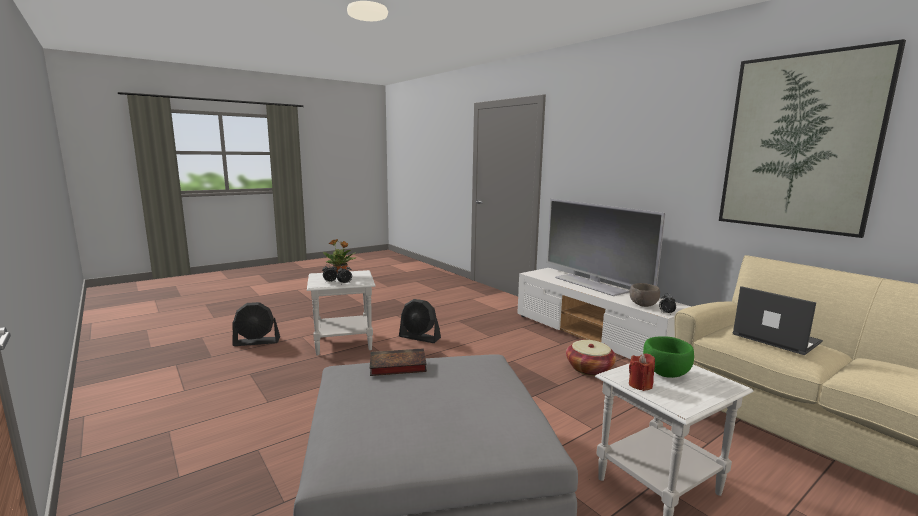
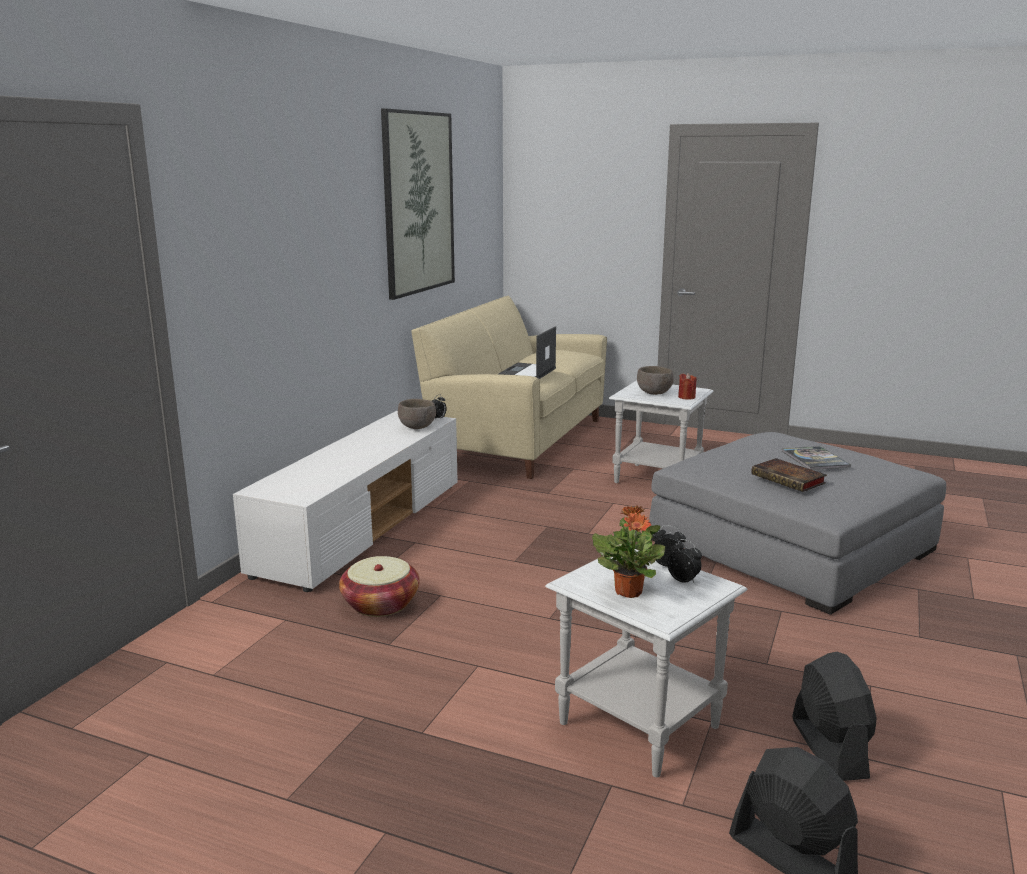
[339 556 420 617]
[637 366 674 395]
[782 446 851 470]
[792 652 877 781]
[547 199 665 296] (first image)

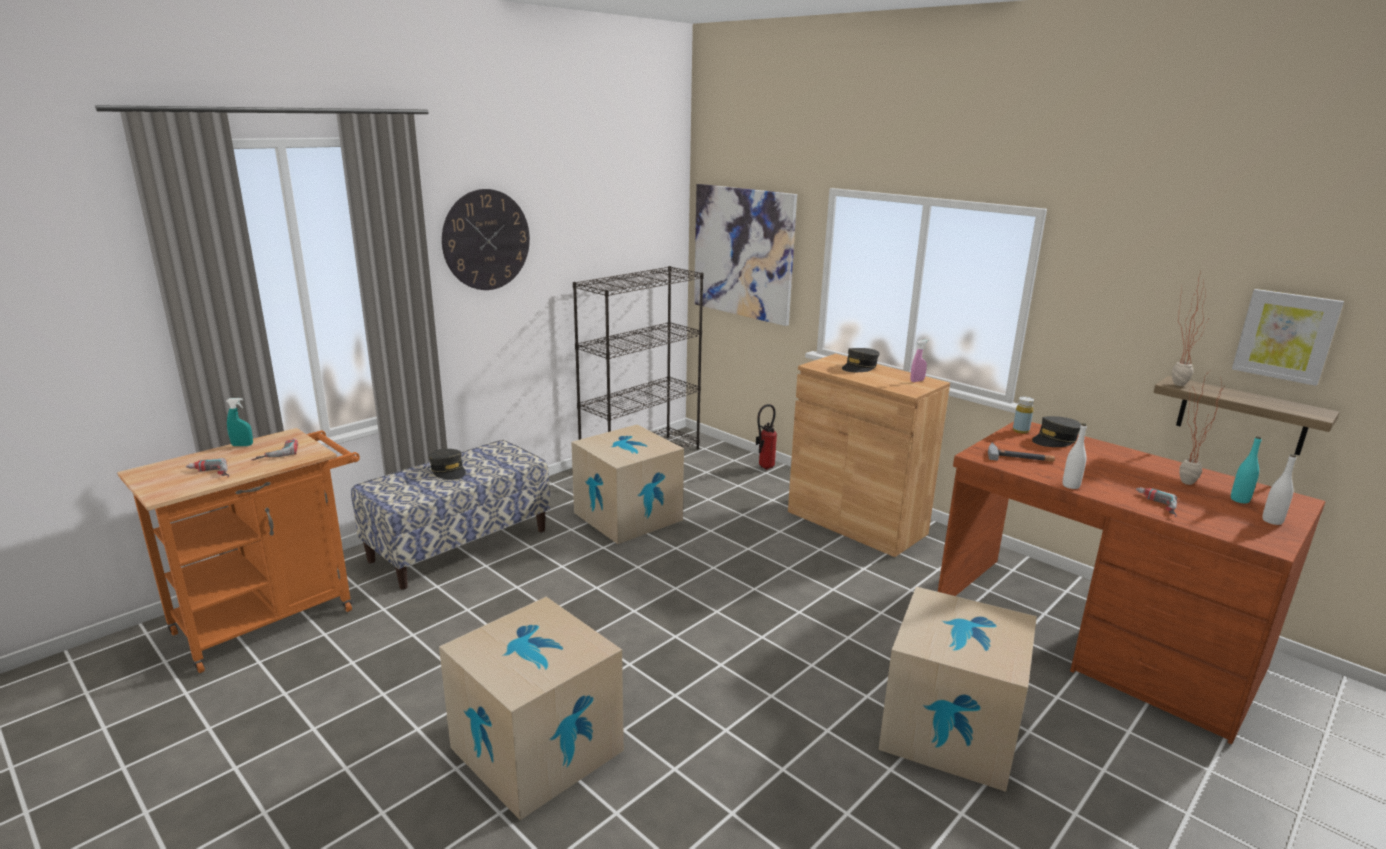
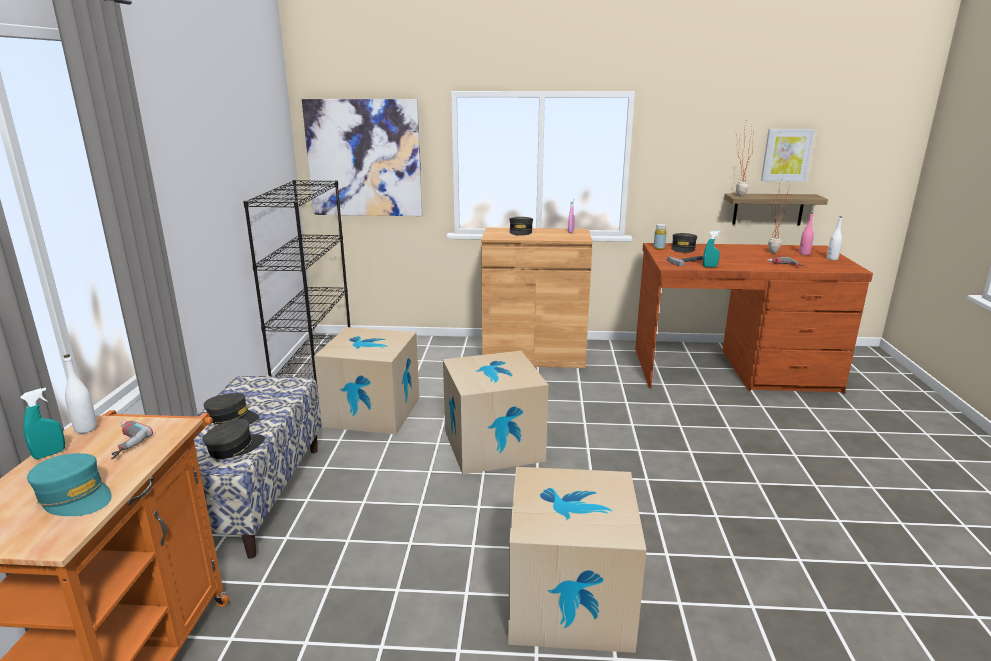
[27 453 112 516]
[63 354 97 434]
[203 419 265 459]
[443 351 548 475]
[703 231 721 267]
[799 213 814 255]
[442 189 530 290] (first image)
[756 404 777 470] (first image)

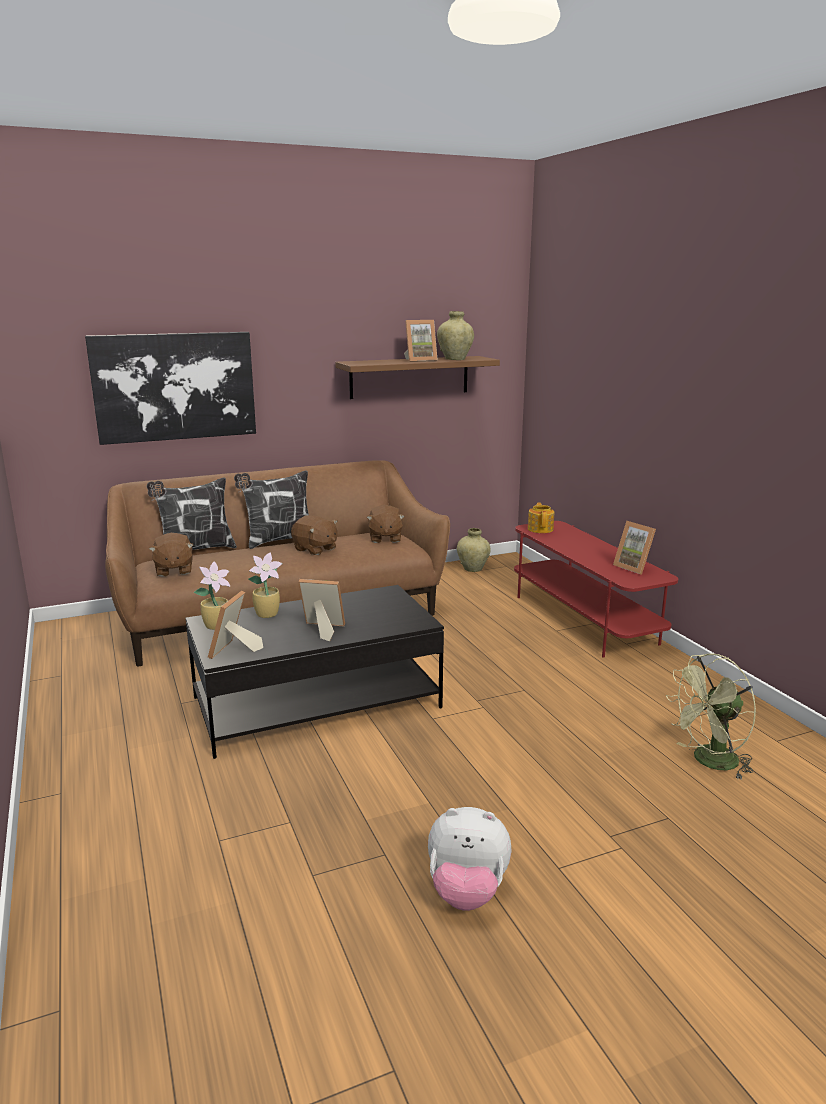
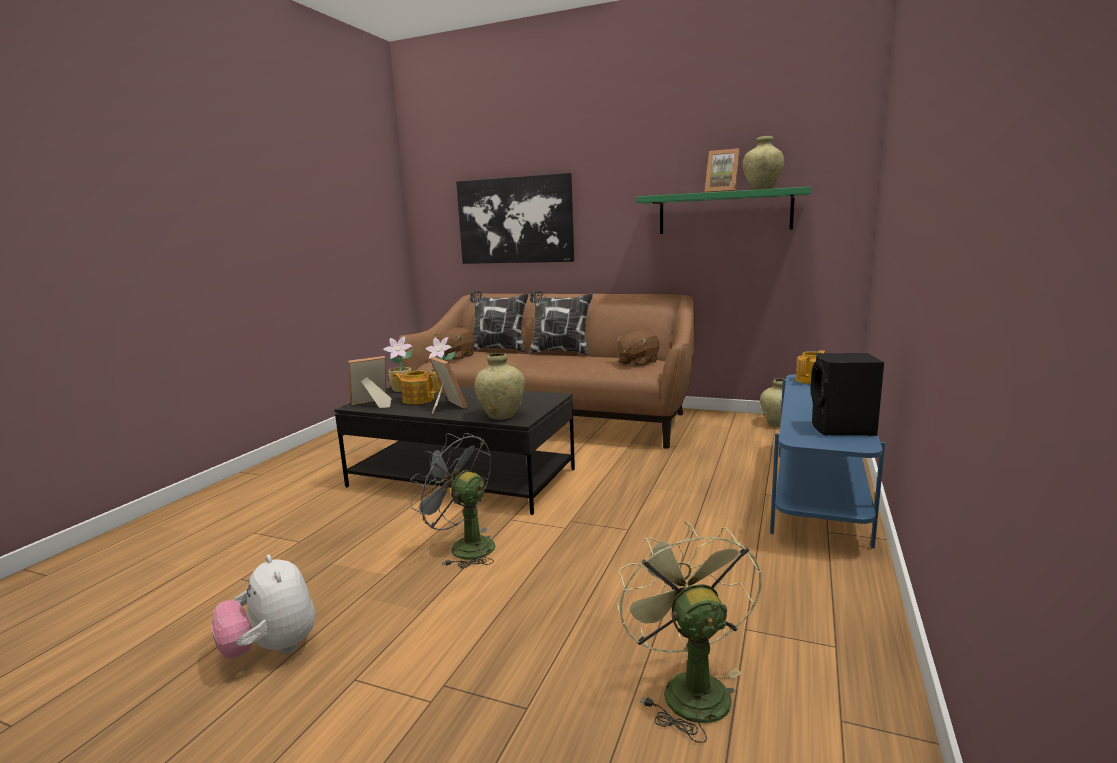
[393 371 440 404]
[410 433 495 569]
[474 353 525 420]
[617 522 762 743]
[636 187 811 234]
[770 374 885 548]
[811 353 884 436]
[291 515 338 555] (first image)

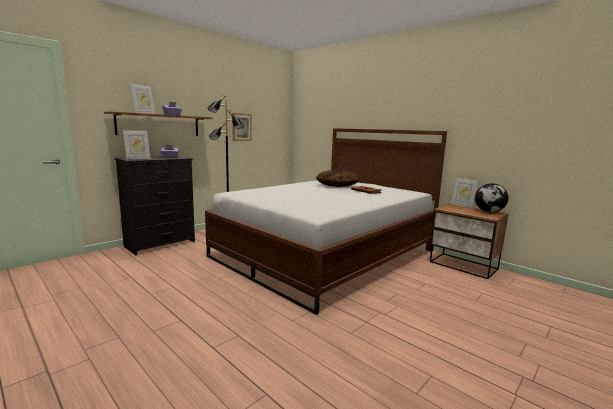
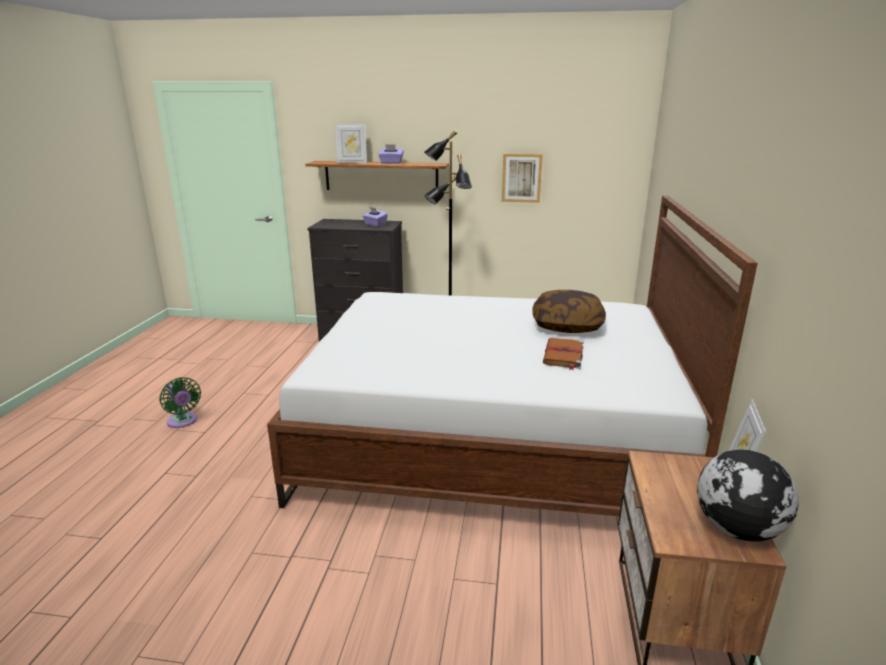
[159 377 201 428]
[123 130 150 159] (first image)

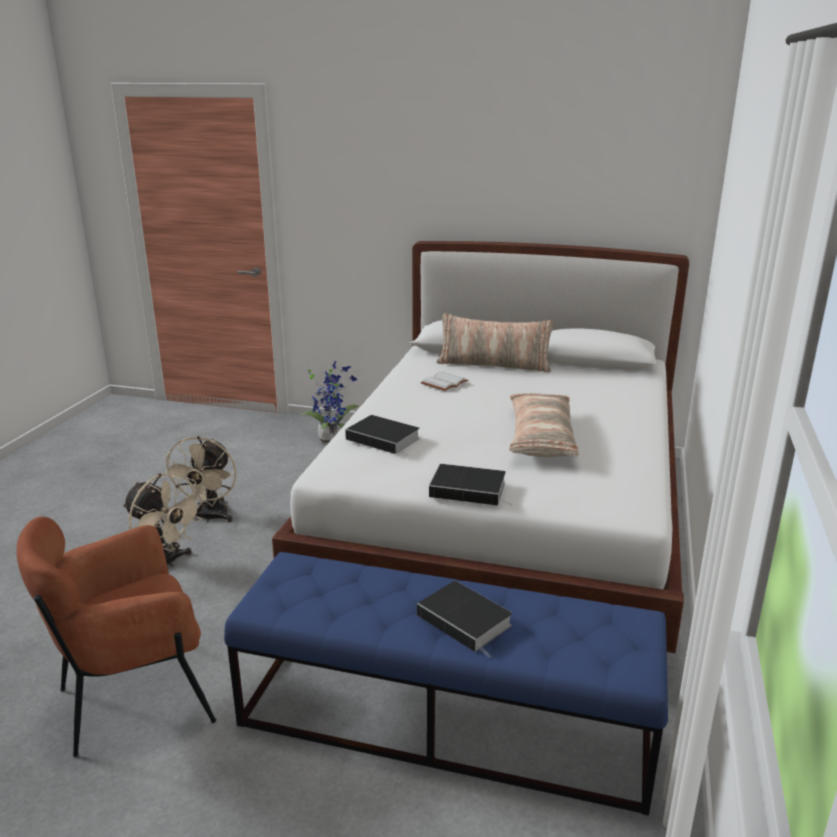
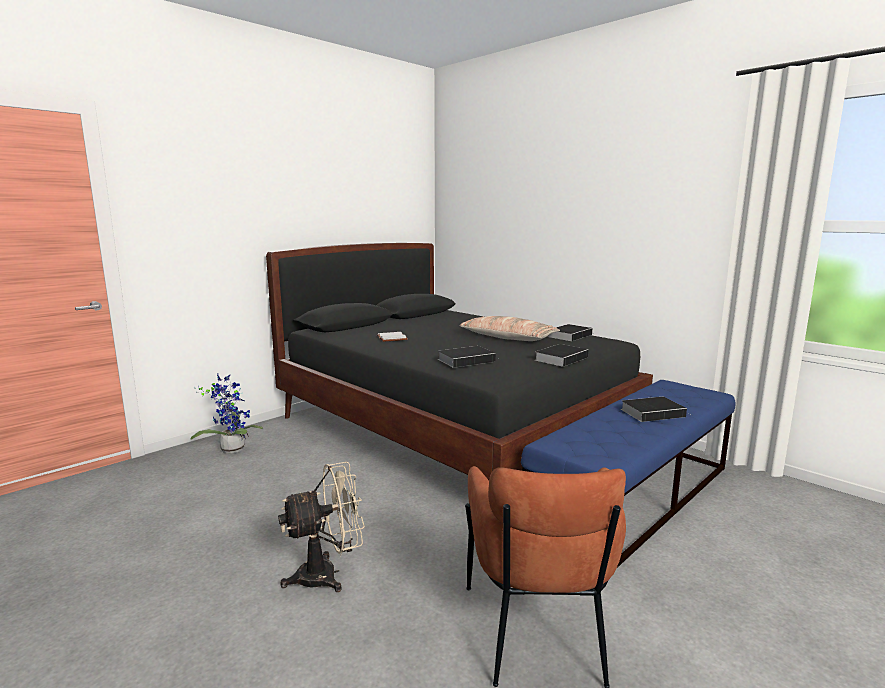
[266 243 653 480]
[548 324 592 341]
[162 436 237 523] (first image)
[436 313 554 372] (first image)

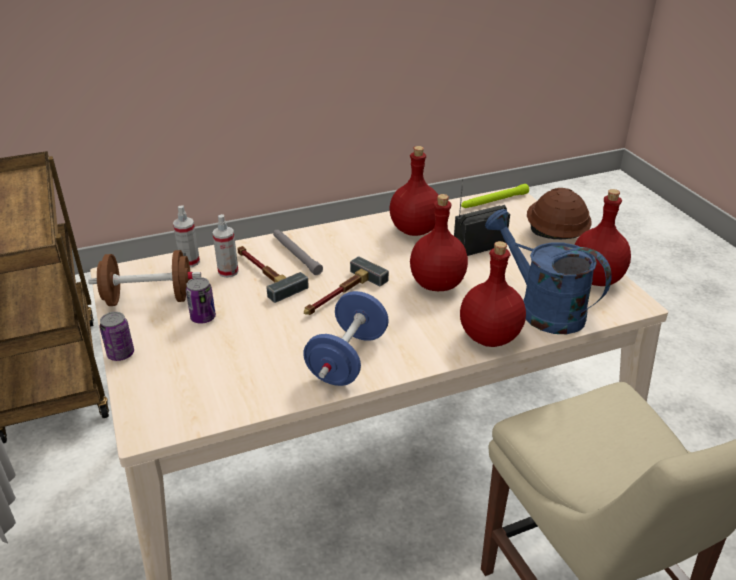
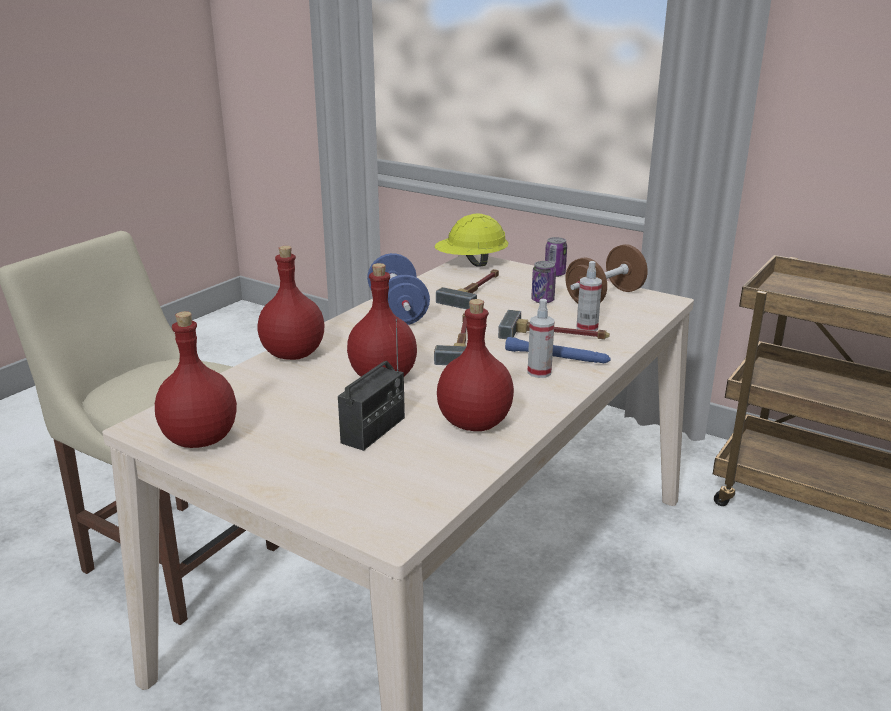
[434 213 508 267]
[436 269 499 309]
[505 337 611 363]
[527 299 555 378]
[461 184 529 208] (first image)
[485 209 612 334] (first image)
[527 188 592 239] (first image)

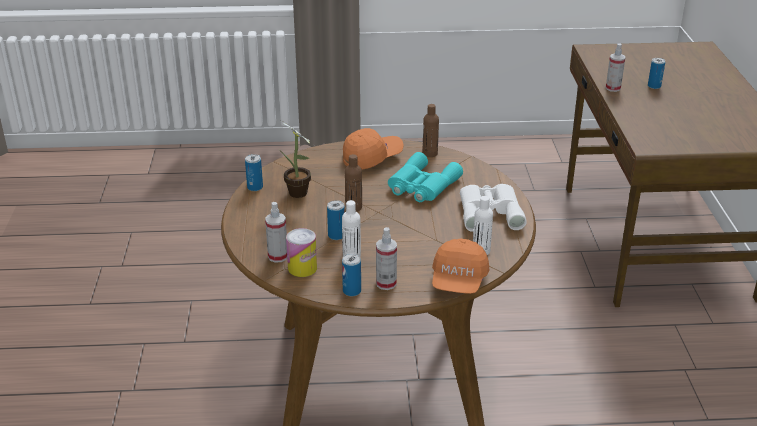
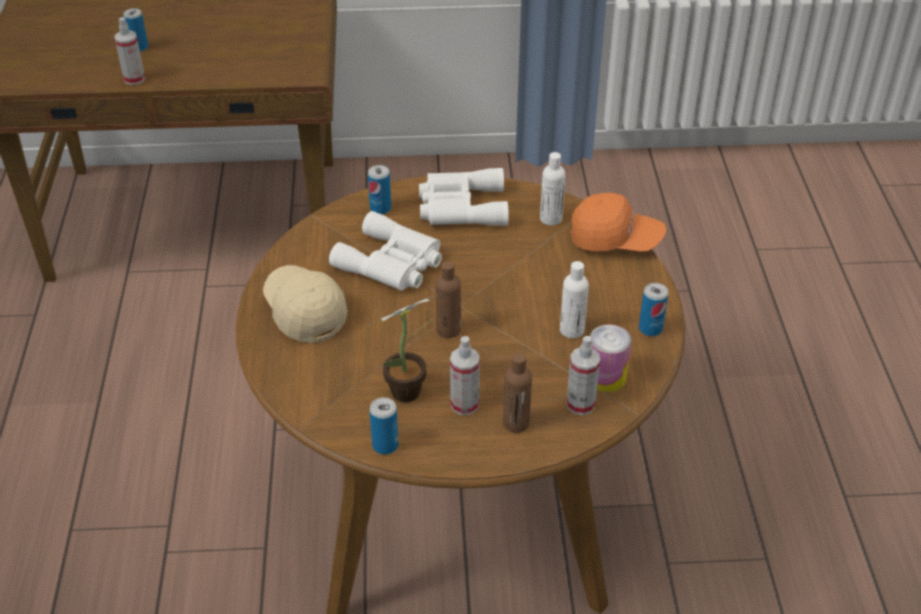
[263 265 348 344]
[329 211 442 291]
[368 165 391 214]
[450 336 480 415]
[503 353 532 433]

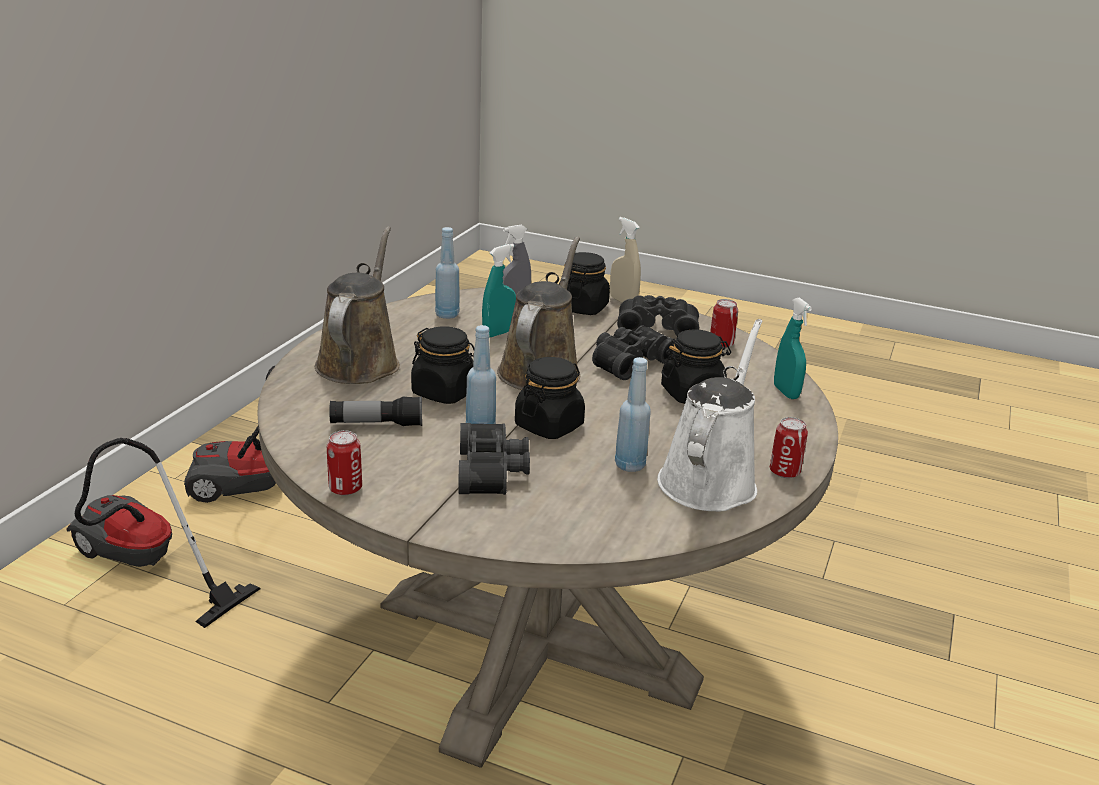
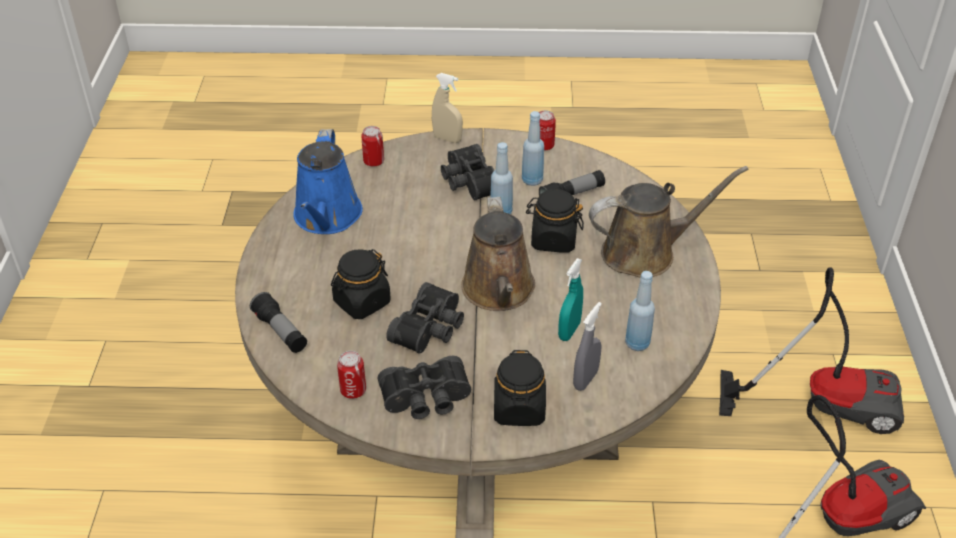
[250 292 307 353]
[293 129 363 234]
[361 126 384 167]
[432 73 463 143]
[522 111 544 186]
[589 166 749 277]
[515 357 585 439] (first image)

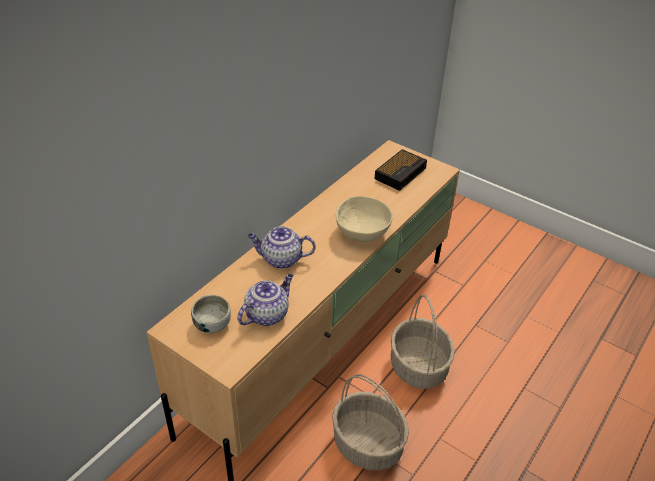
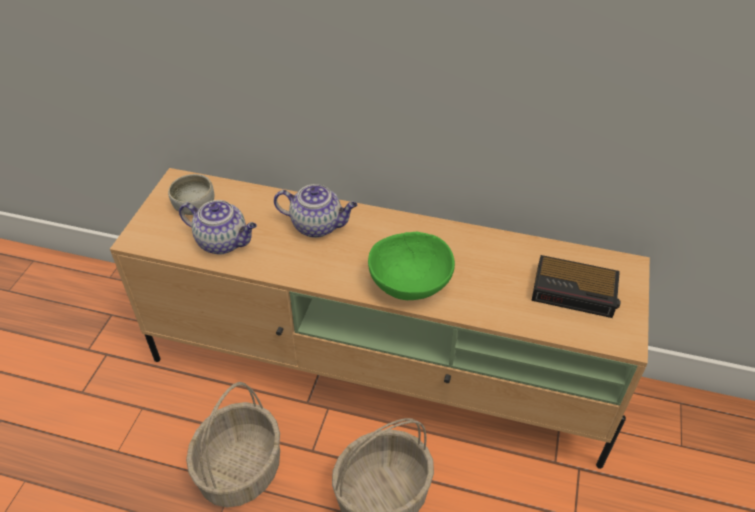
[274 184 357 238]
[368 232 455 300]

